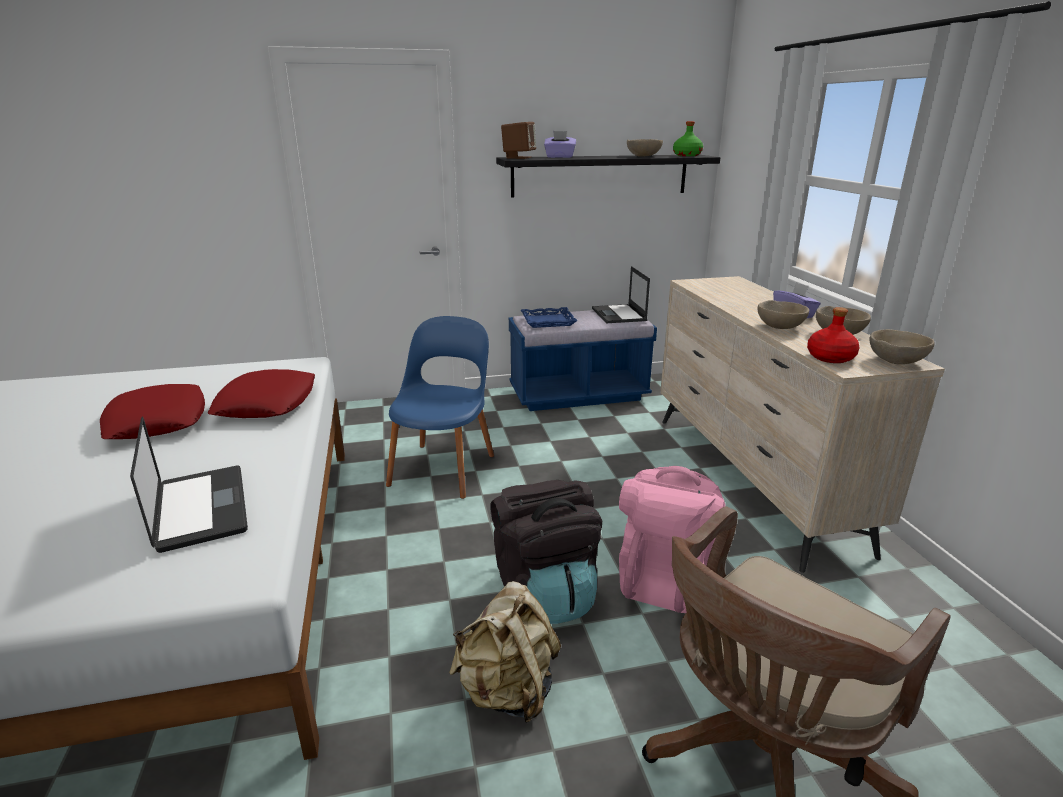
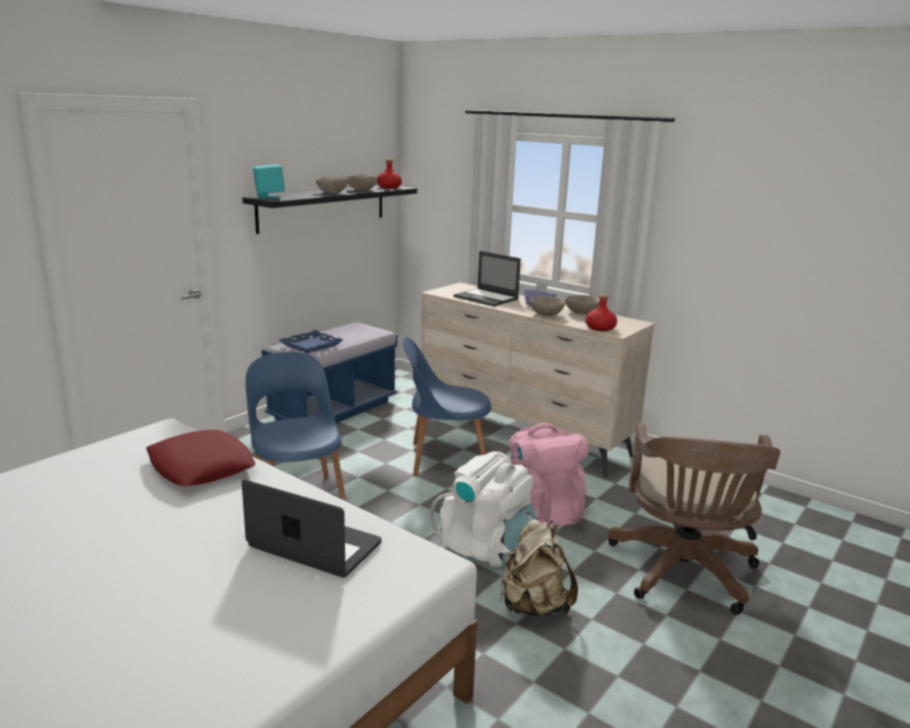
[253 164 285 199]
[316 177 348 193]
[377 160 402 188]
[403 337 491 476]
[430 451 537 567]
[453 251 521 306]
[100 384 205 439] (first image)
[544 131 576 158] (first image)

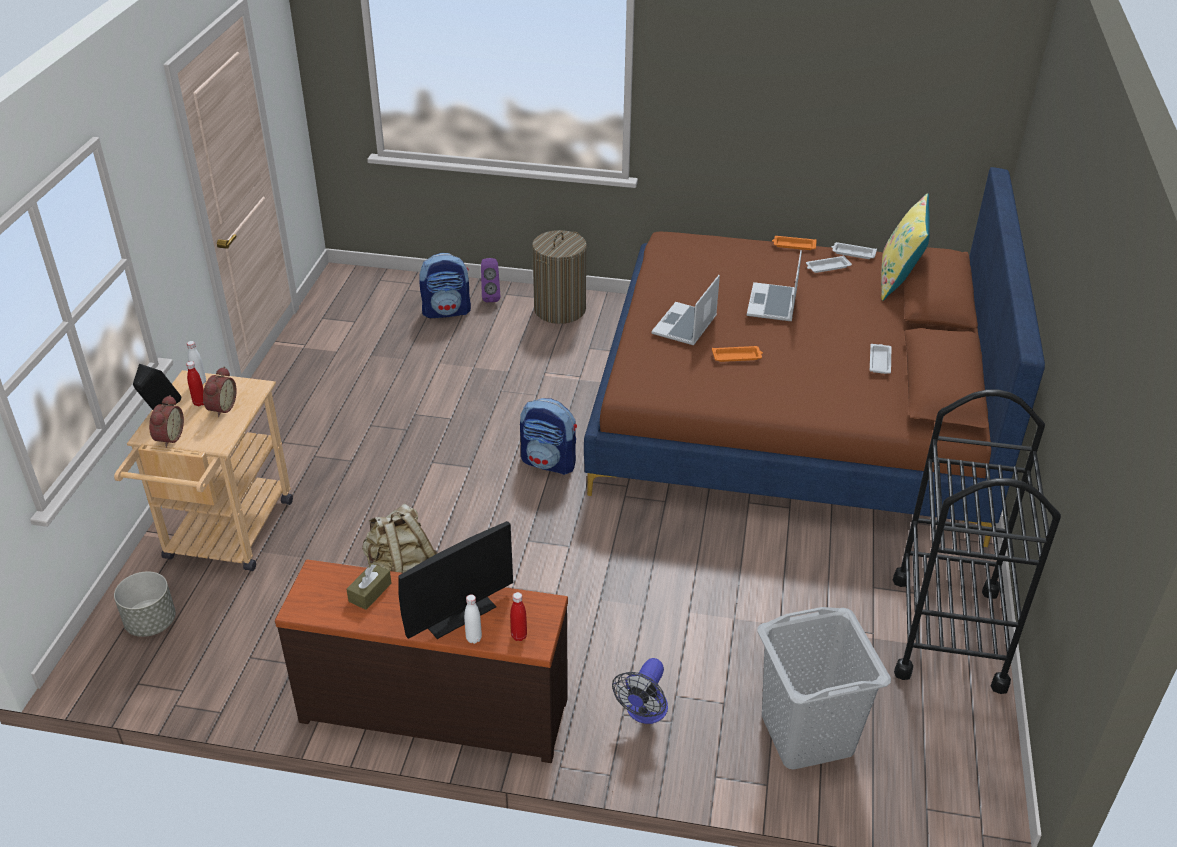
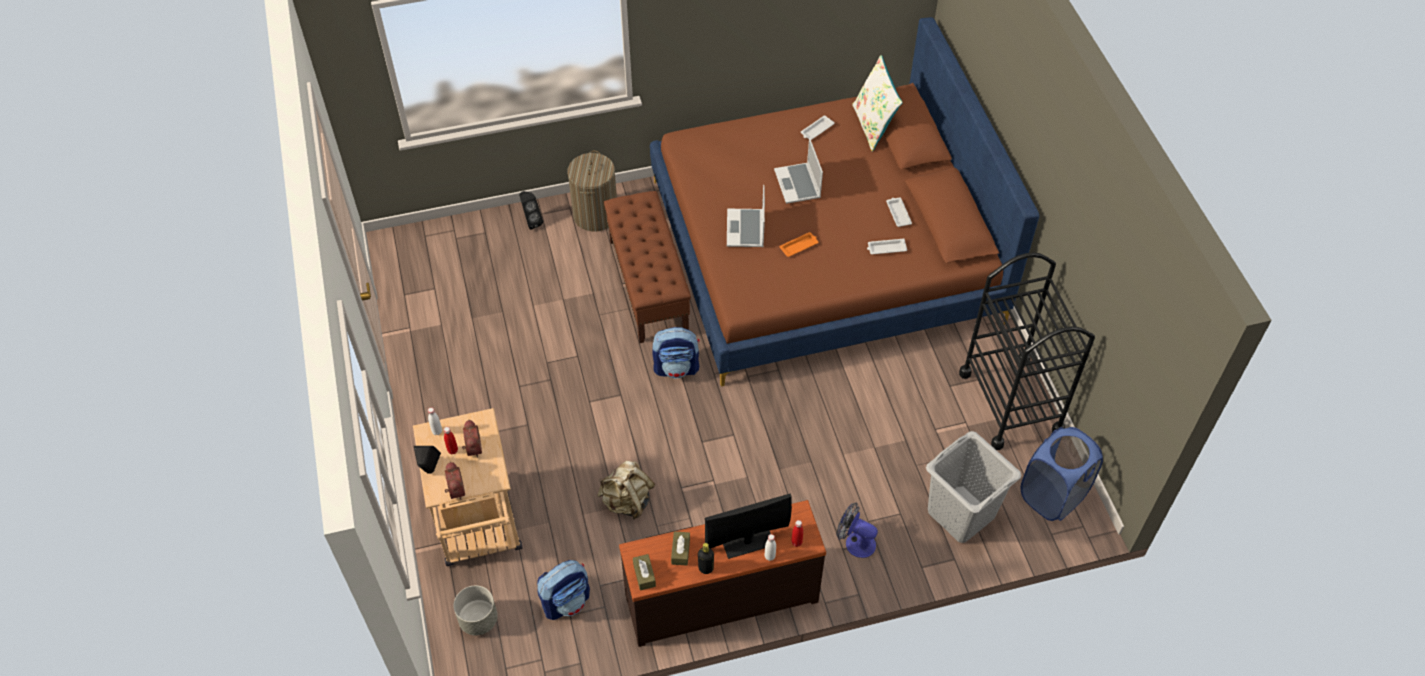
[519 191 543 229]
[537 560 590 620]
[604 191 691 343]
[633 554 656 590]
[698 543 714 574]
[705 494 792 559]
[836 502 878 558]
[852 55 903 152]
[867 238 907 254]
[1021 427 1103 521]
[772 236 817 250] (first image)

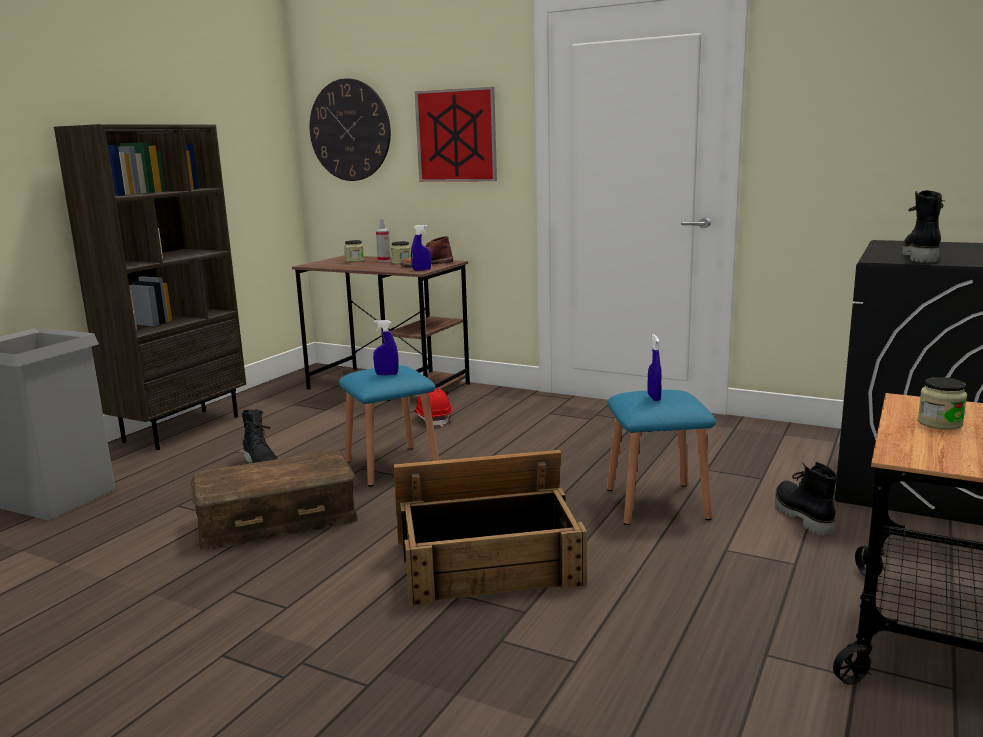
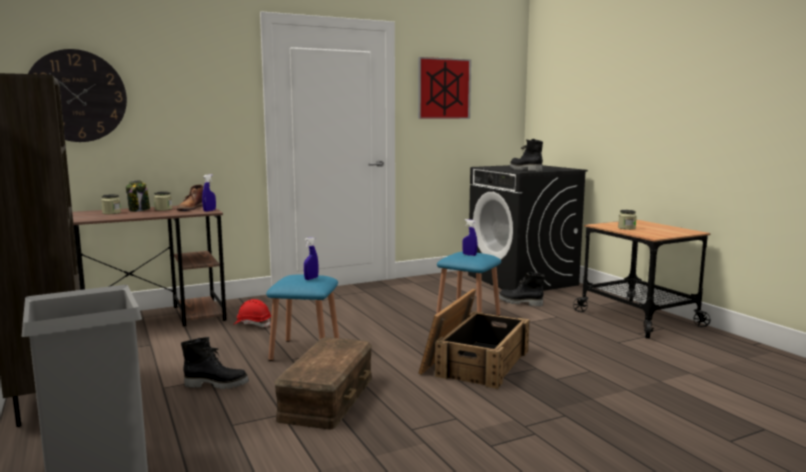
[126 180 150 212]
[418 57 471 119]

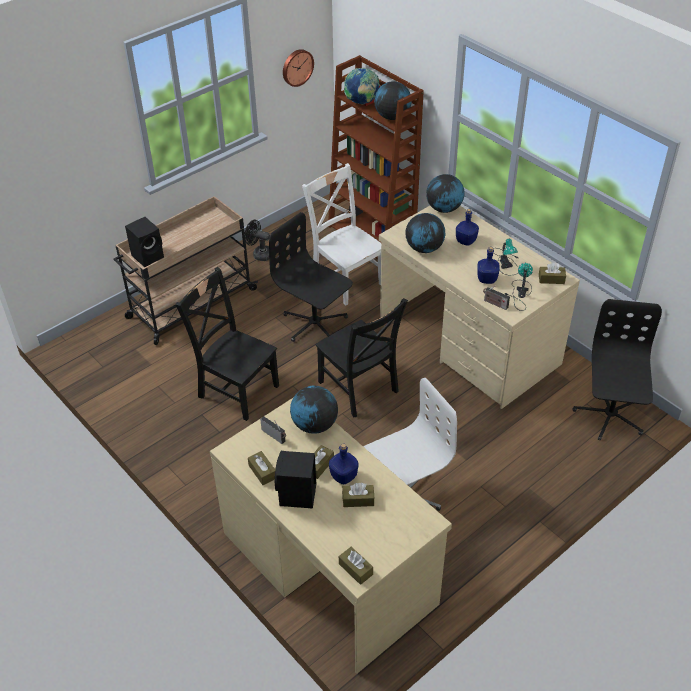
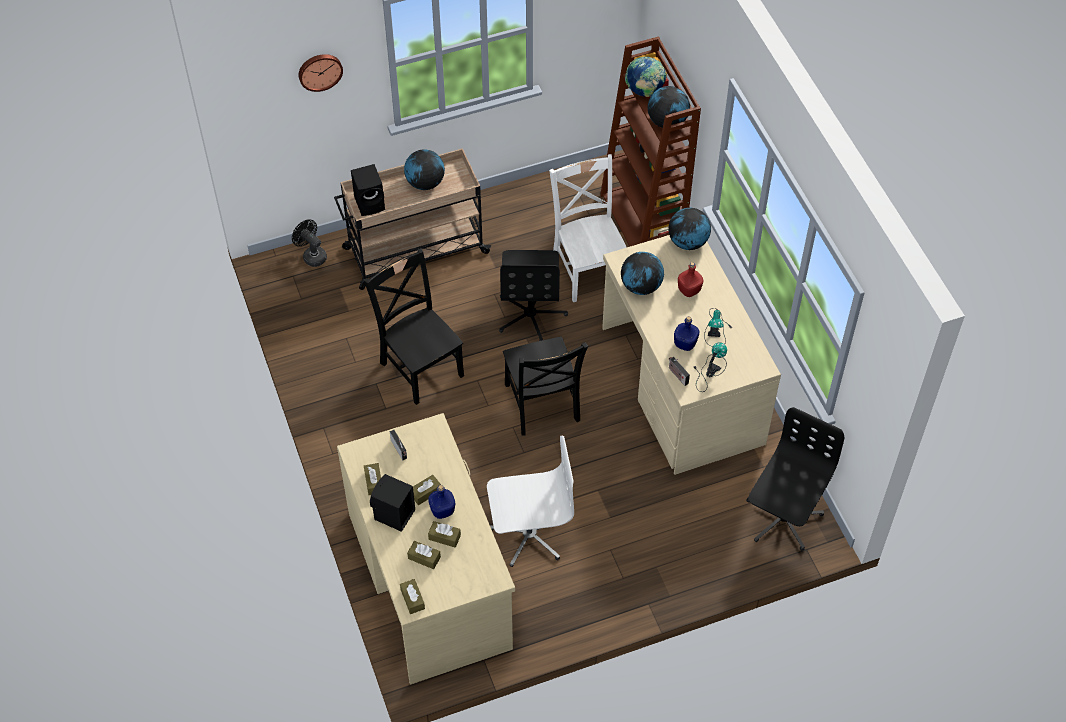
[292 219 327 267]
[298 54 343 92]
[404 149 445 190]
[407 541 441 569]
[499 250 568 341]
[678 262 703 297]

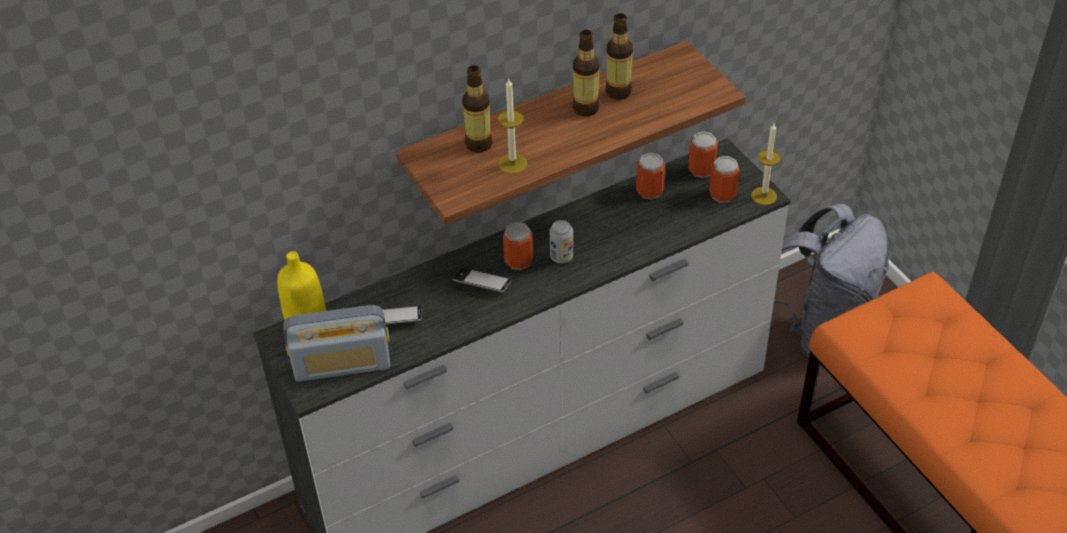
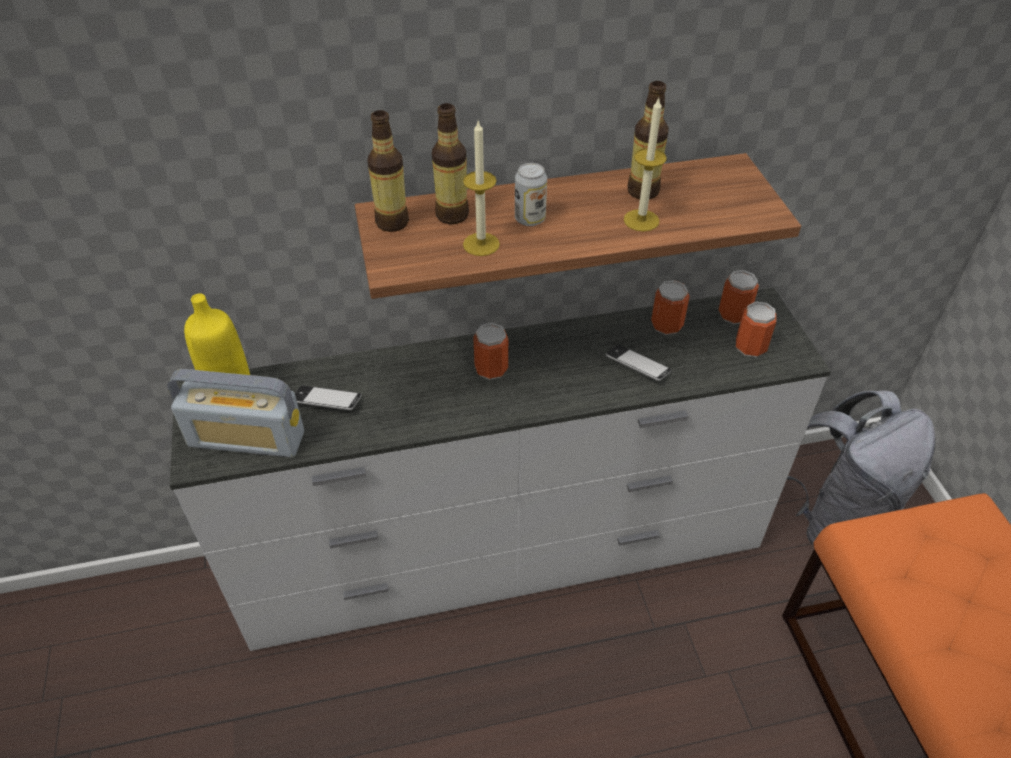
[367 110 409 232]
[515 163 547 226]
[605 345 672 381]
[624 98 667 232]

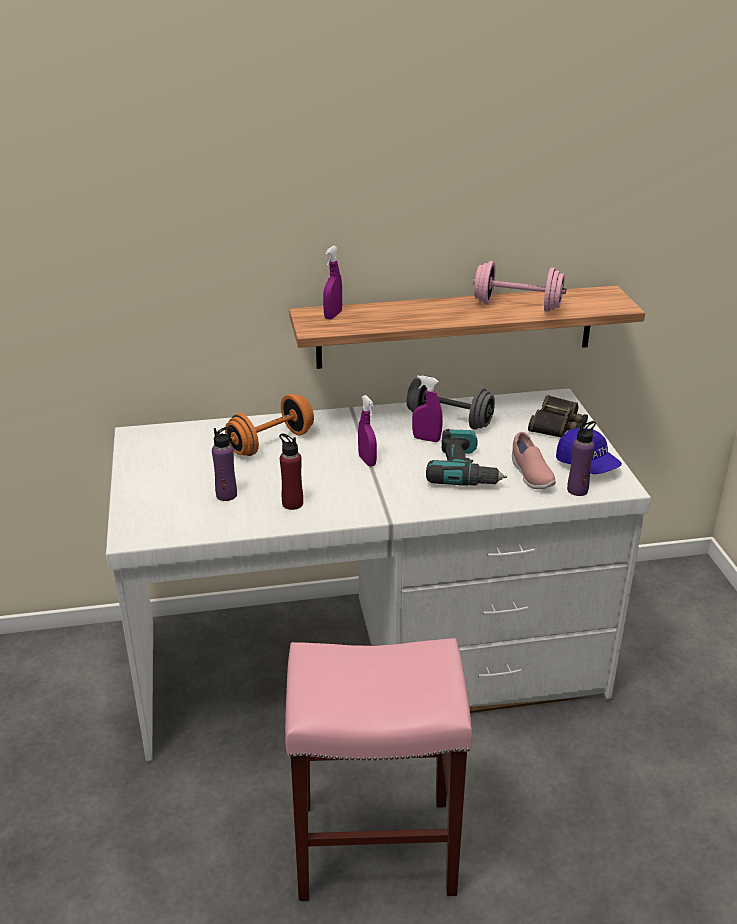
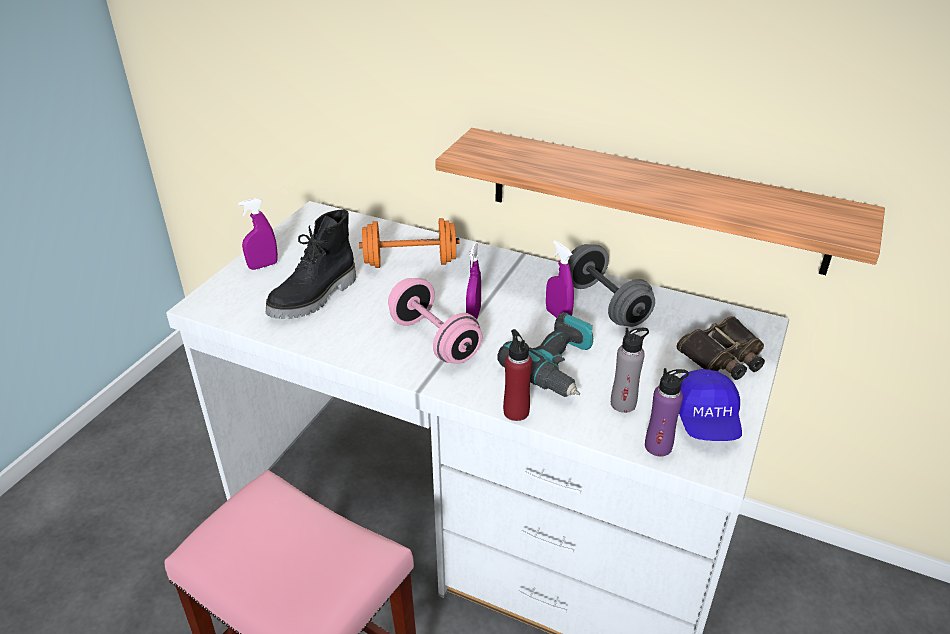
[238 198 278 270]
[266 210 356 319]
[388 278 482 364]
[503 329 532 421]
[611 328 649 413]

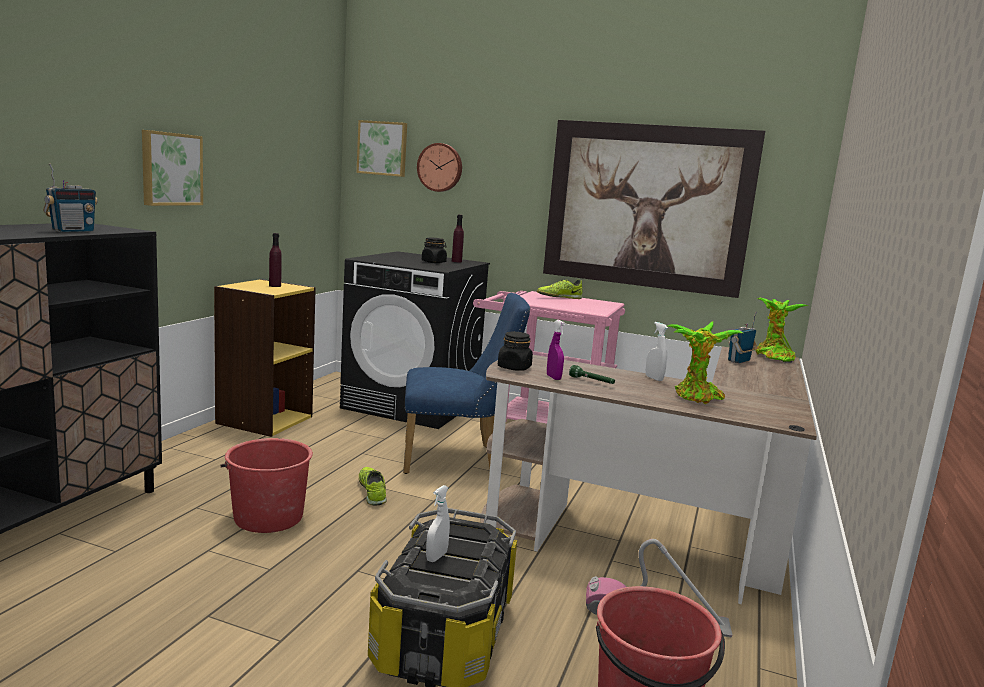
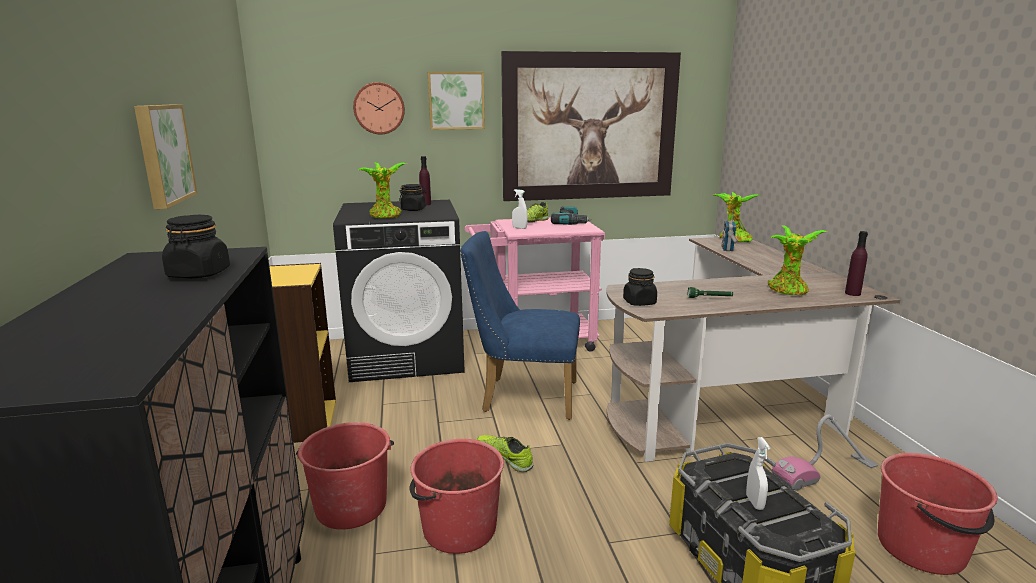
[162 215 230 278]
[296 422 394 529]
[358 162 407 218]
[428 72 485 130]
[460 231 580 420]
[512 189 528 229]
[551 206 592 225]
[845 231 868 296]
[547 320 565 380] (first image)

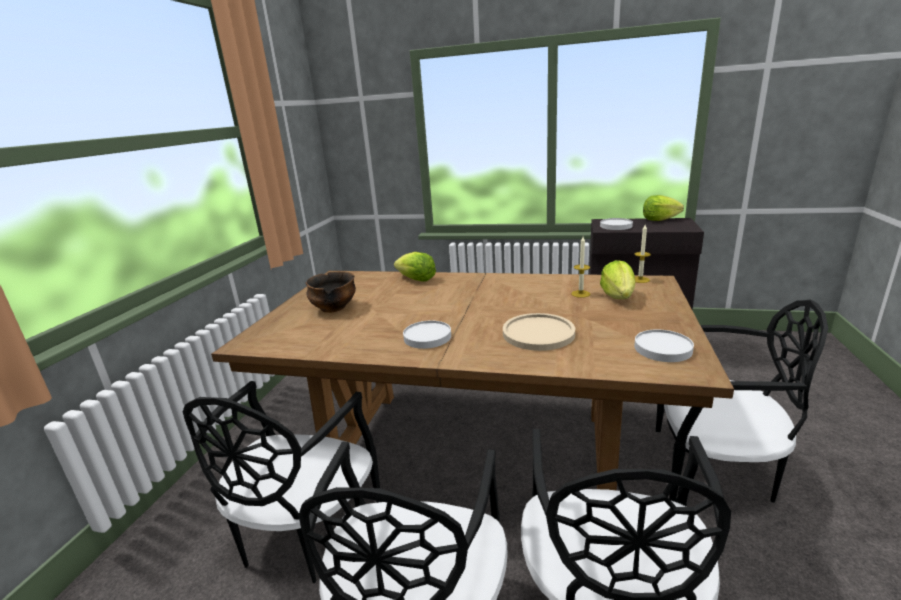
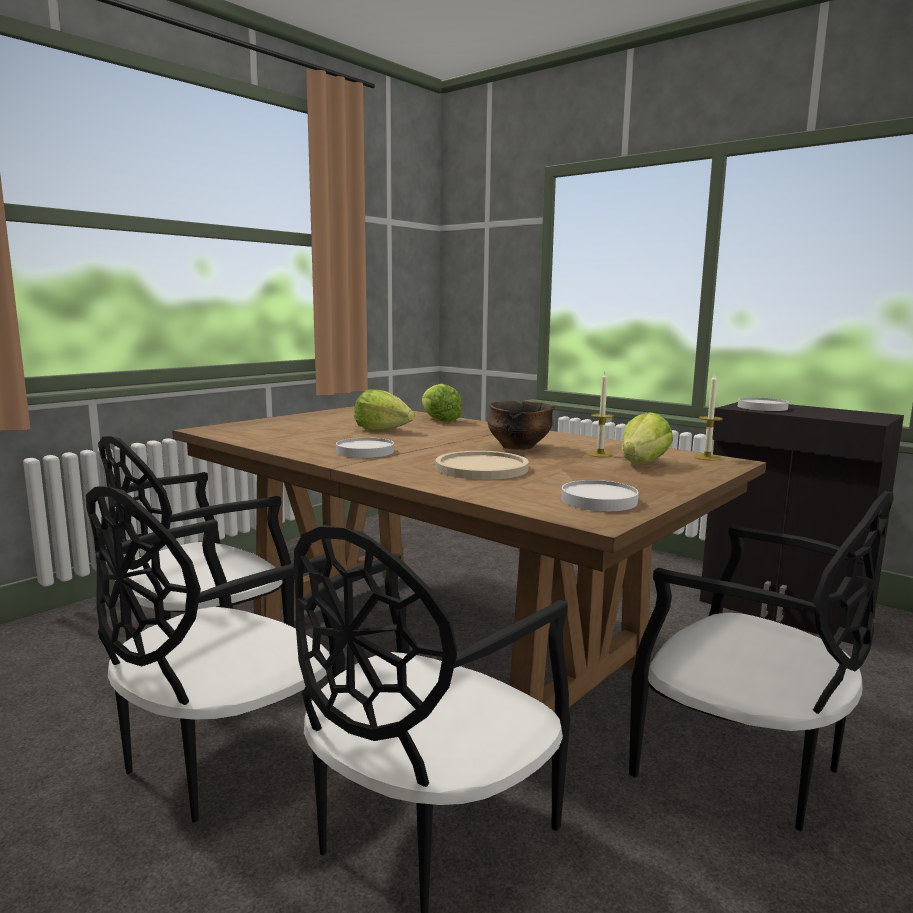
[354 389 414 431]
[487 401 555 450]

